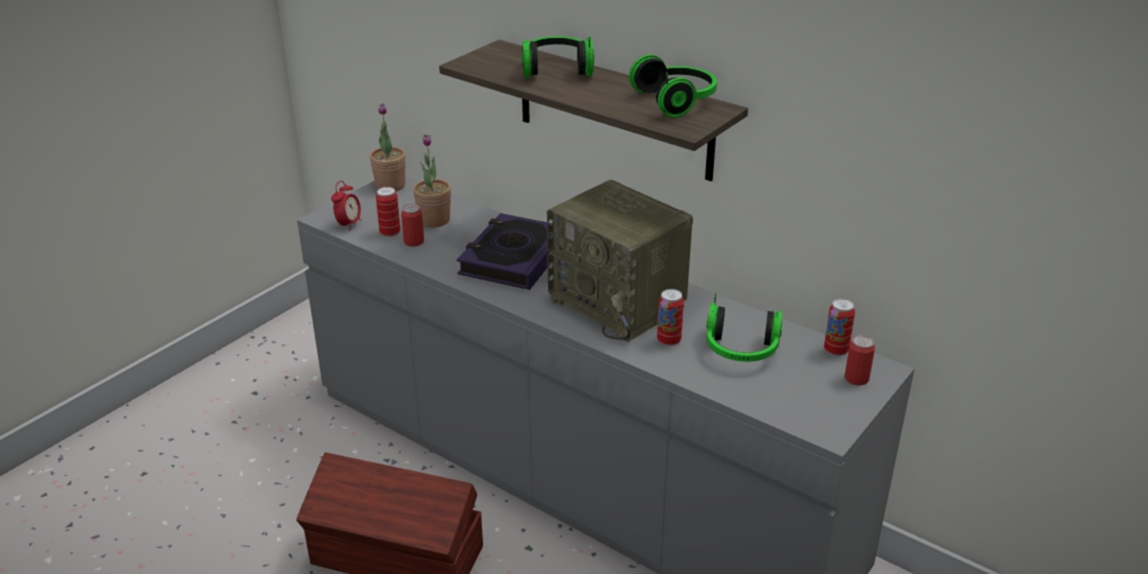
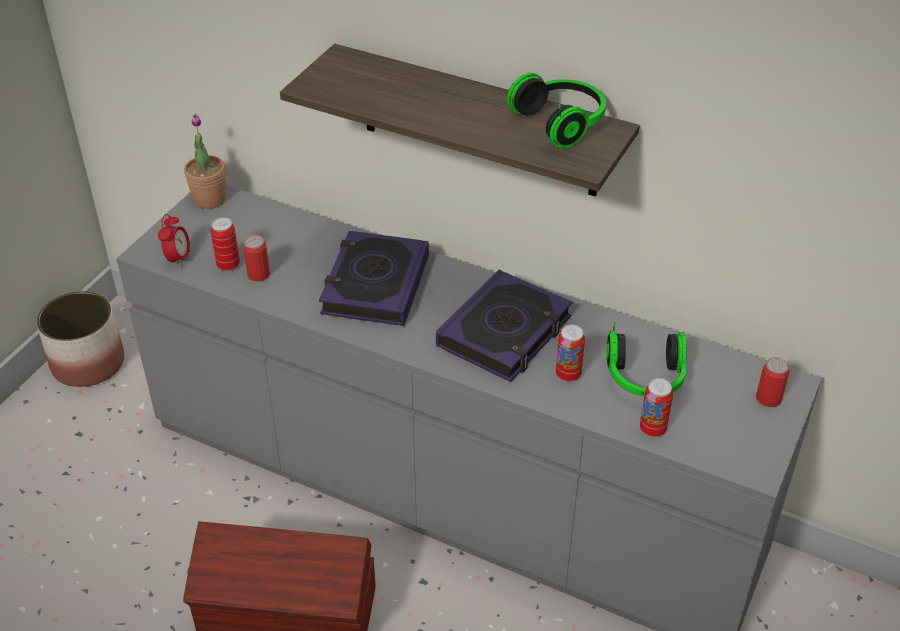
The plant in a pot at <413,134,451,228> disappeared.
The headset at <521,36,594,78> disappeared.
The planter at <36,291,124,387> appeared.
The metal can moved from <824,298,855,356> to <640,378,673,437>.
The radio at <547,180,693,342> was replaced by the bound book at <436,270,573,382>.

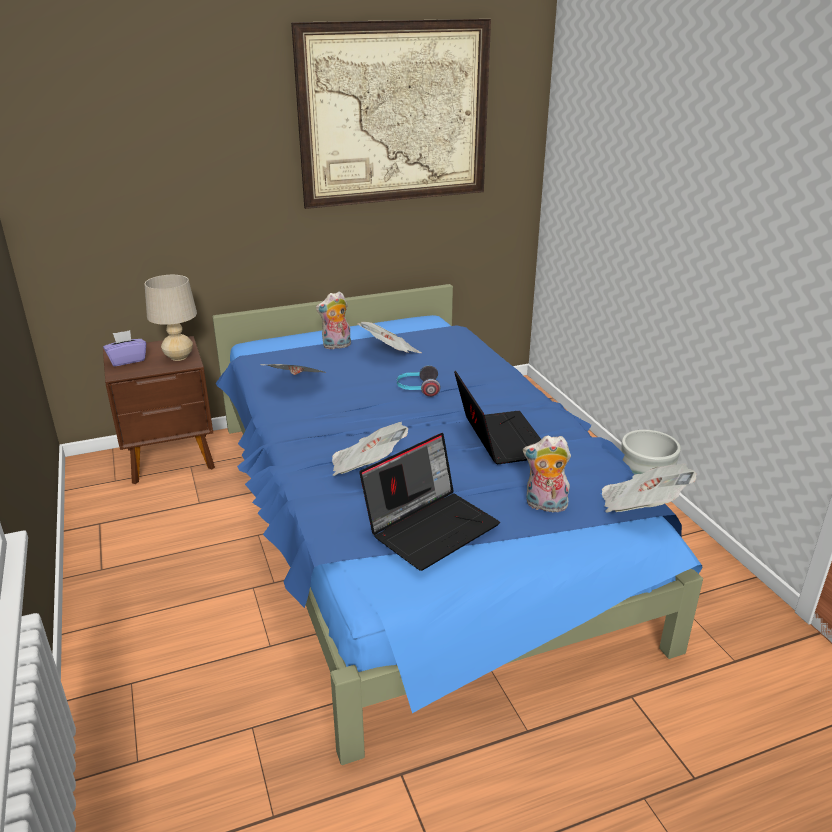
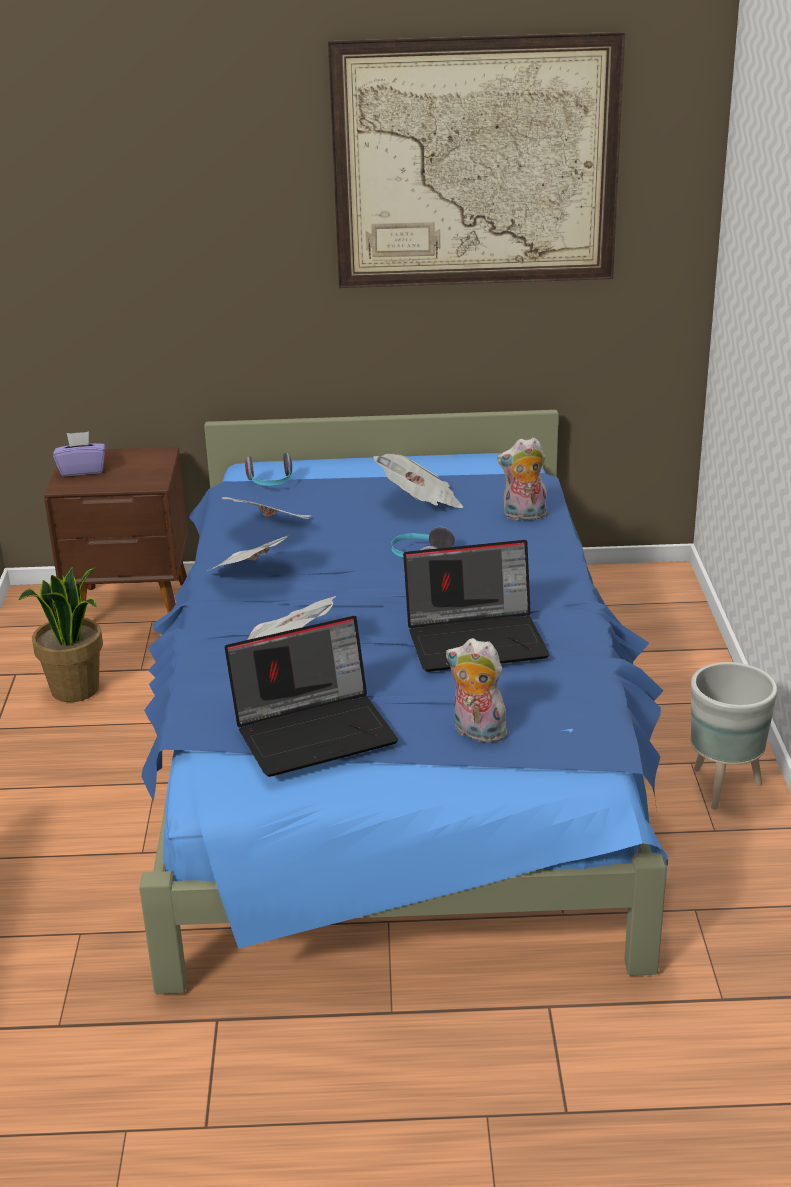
The beige-coloured table lamp at <145,275,197,361> disappeared.
The plant in a pot at <18,567,103,702> appeared.
The headset at <245,453,292,486> appeared.
The soft toy moved from <316,291,351,349> to <497,438,547,520>.
The printed paper moved from <602,464,697,512> to <207,533,294,571>.
The portable computer at <454,370,541,464> turned 75 degrees clockwise.

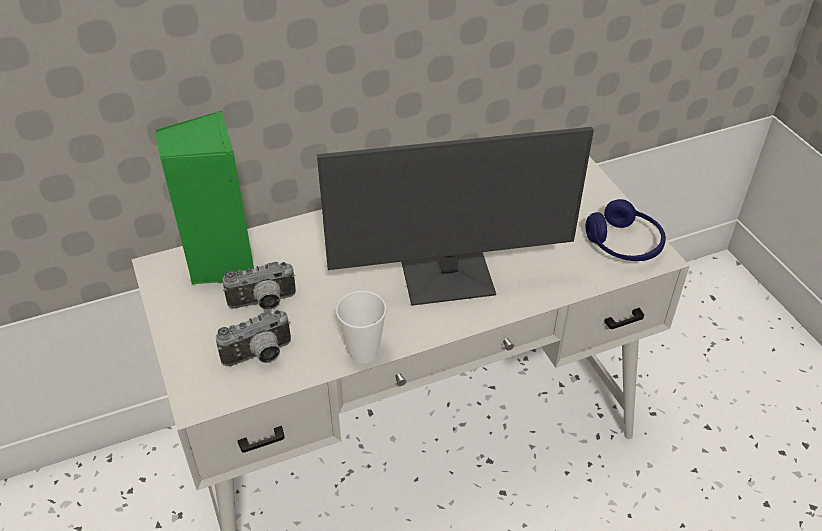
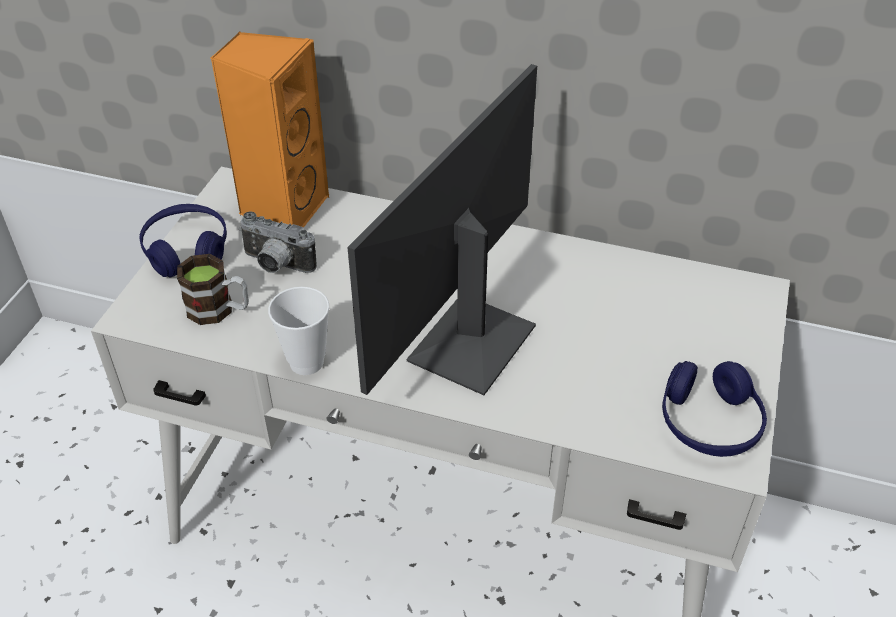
The blue-coloured headset at <139,204,227,277> appeared.
The still camera at <216,310,291,366> was replaced by the coffee mug at <177,254,249,325>.
The green audio speaker at <155,111,254,284> became the orangey audio speaker at <211,32,330,228>.
The computer screen at <317,127,594,306> turned 90 degrees clockwise.

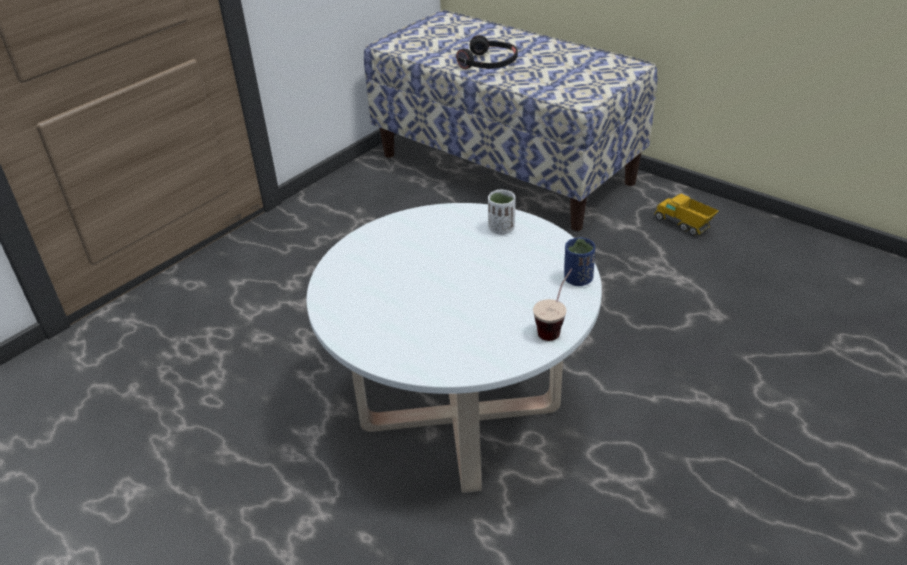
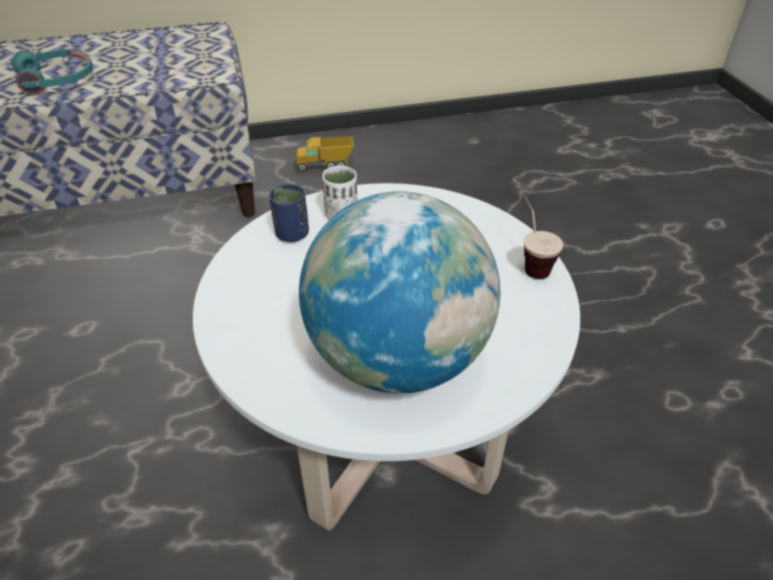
The globe at <299,191,500,393> appeared.
The blue-coloured cup moved from <564,237,595,286> to <269,184,309,242>.
The black headset at <456,35,518,69> became the blue-green headset at <11,49,93,96>.

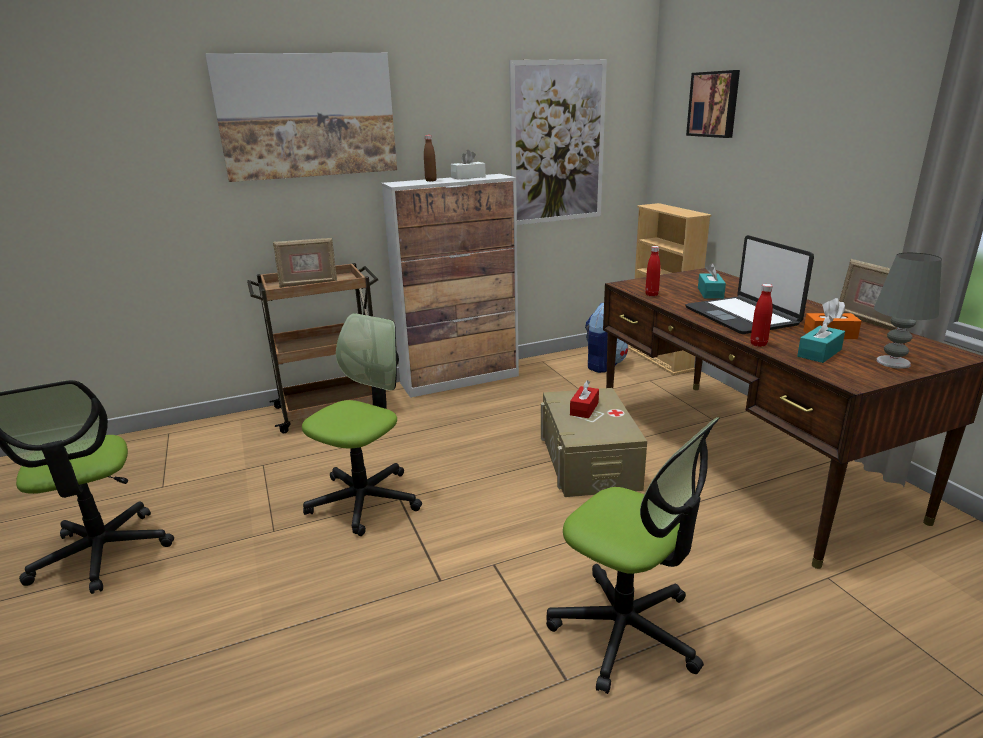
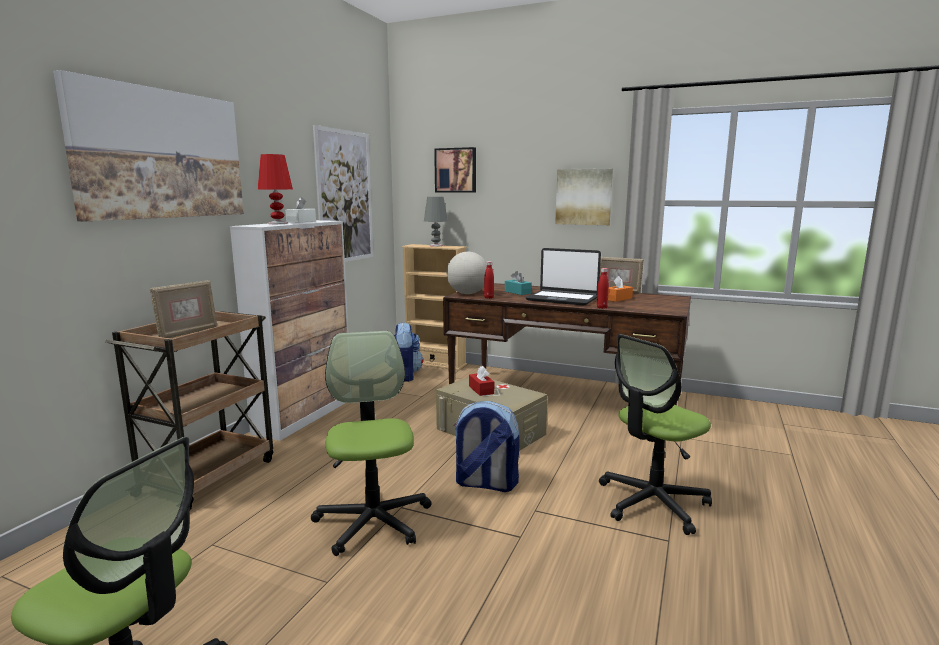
The blue-green tissue box at <797,315,845,363> disappeared.
The globe at <447,252,487,294> appeared.
The rucksack at <454,401,520,492> appeared.
The wall picture at <555,169,613,225> appeared.
The grey table lamp moved from <874,253,942,369> to <424,197,448,247>.
The brownish drink bottle at <424,135,437,182> was replaced by the reddish table lamp at <258,154,293,224>.
The computer chair at <546,417,719,694> turned 150 degrees clockwise.

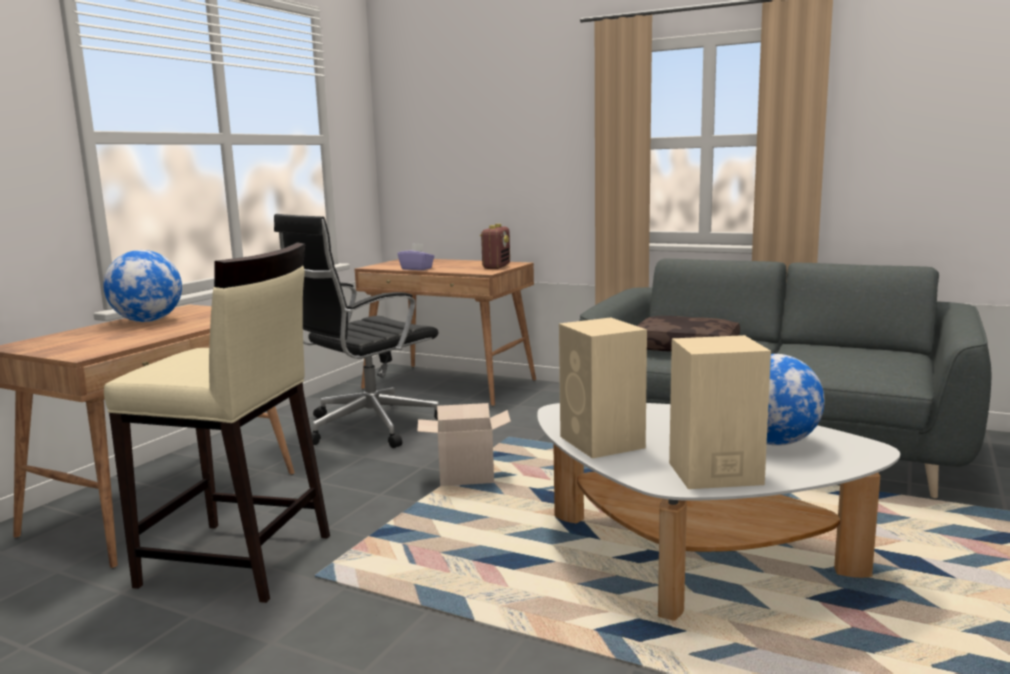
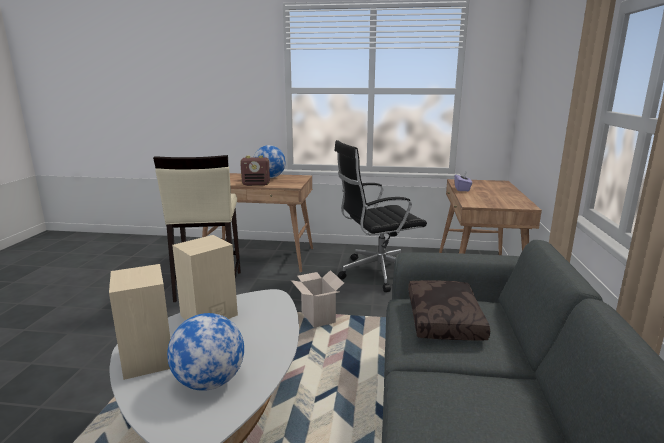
The radio moved from <480,224,510,269> to <240,156,270,186>.
The black computer chair at <274,214,439,448> turned 45 degrees counterclockwise.

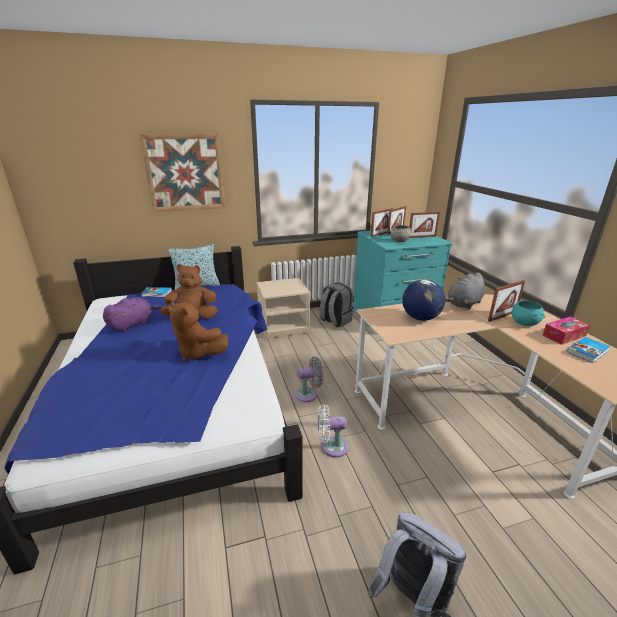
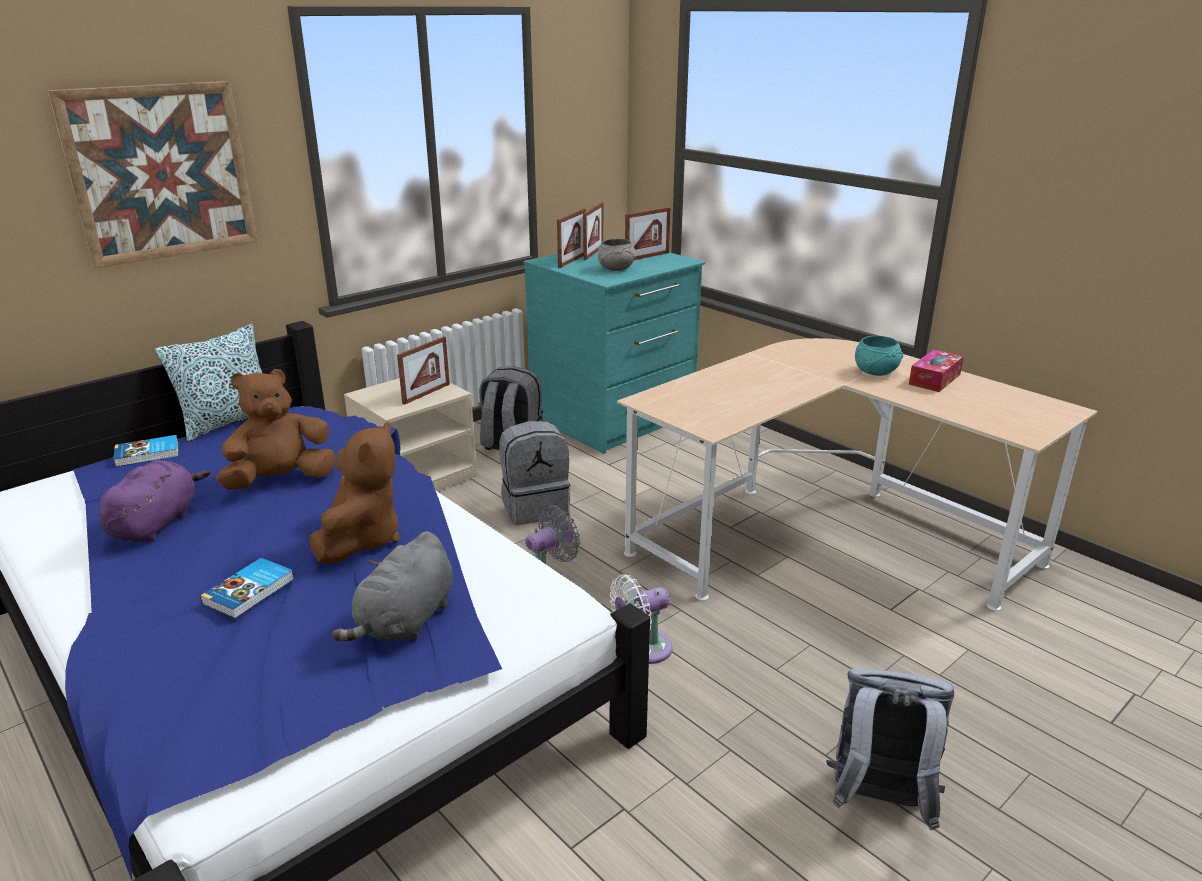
The globe at <402,279,445,321> disappeared.
The grey rucksack at <499,421,571,525> appeared.
The grey soft toy moved from <445,272,485,310> to <332,531,453,641>.
The photo frame moved from <488,280,525,322> to <397,336,450,405>.
The bound book moved from <567,337,610,363> to <200,558,294,619>.
The brownish soft toy at <170,301,228,362> turned 90 degrees counterclockwise.

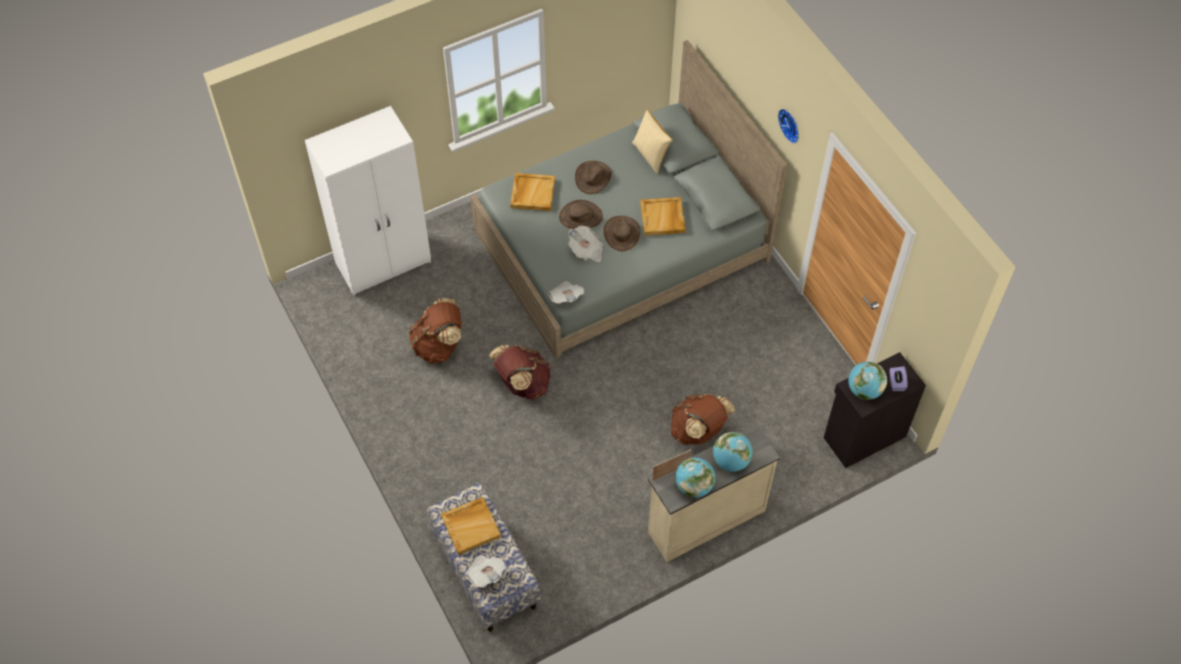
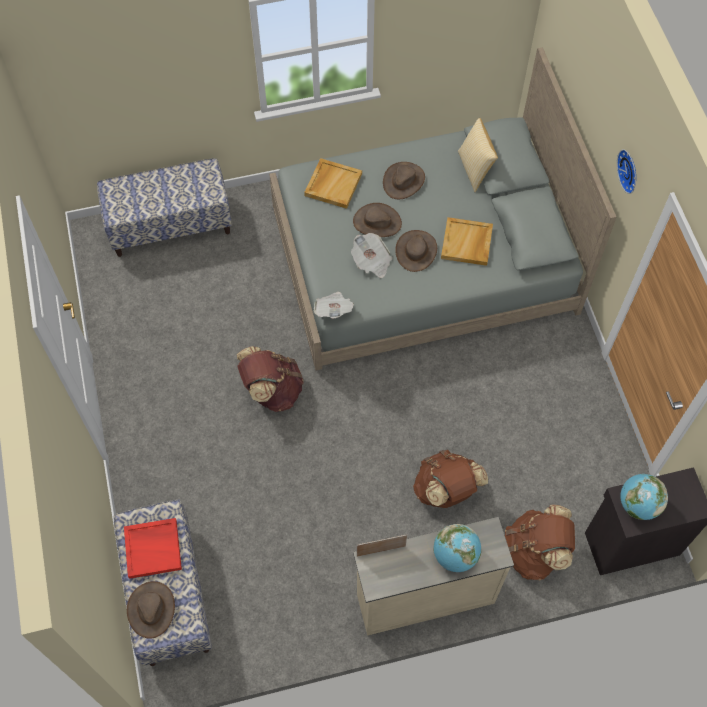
The globe at <675,458,715,498> disappeared.
The purple tissue box at <890,366,908,391> disappeared.
The brownish rucksack moved from <409,298,462,364> to <505,505,575,581>.
The whitish wardrobe at <305,106,431,295> was replaced by the long seat at <97,158,232,257>.
The printed paper at <465,555,506,587> was replaced by the brownish clothing hat at <127,581,175,638>.
The beige-coloured tray at <441,497,501,555> became the reddish tray at <124,518,182,579>.

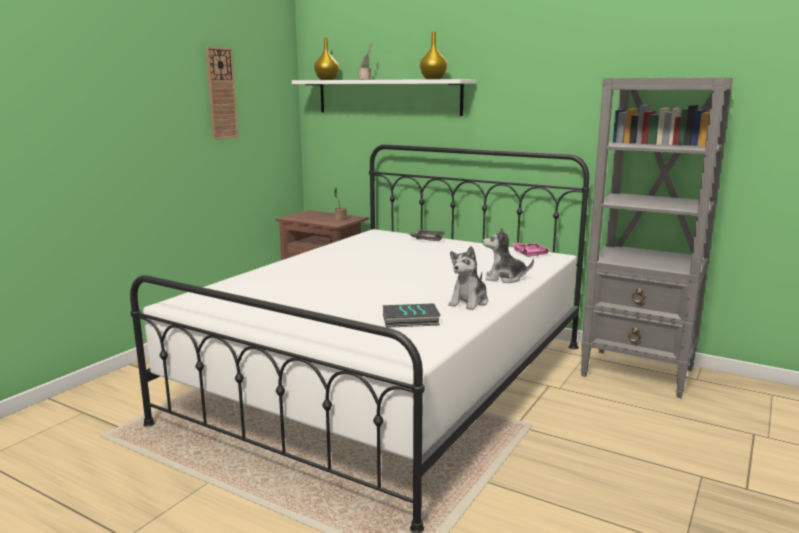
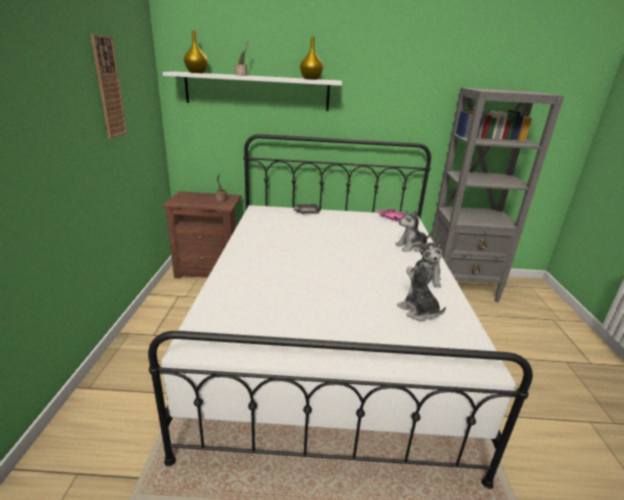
The bound book at <383,303,441,328> was replaced by the soft toy at <397,262,446,321>.

